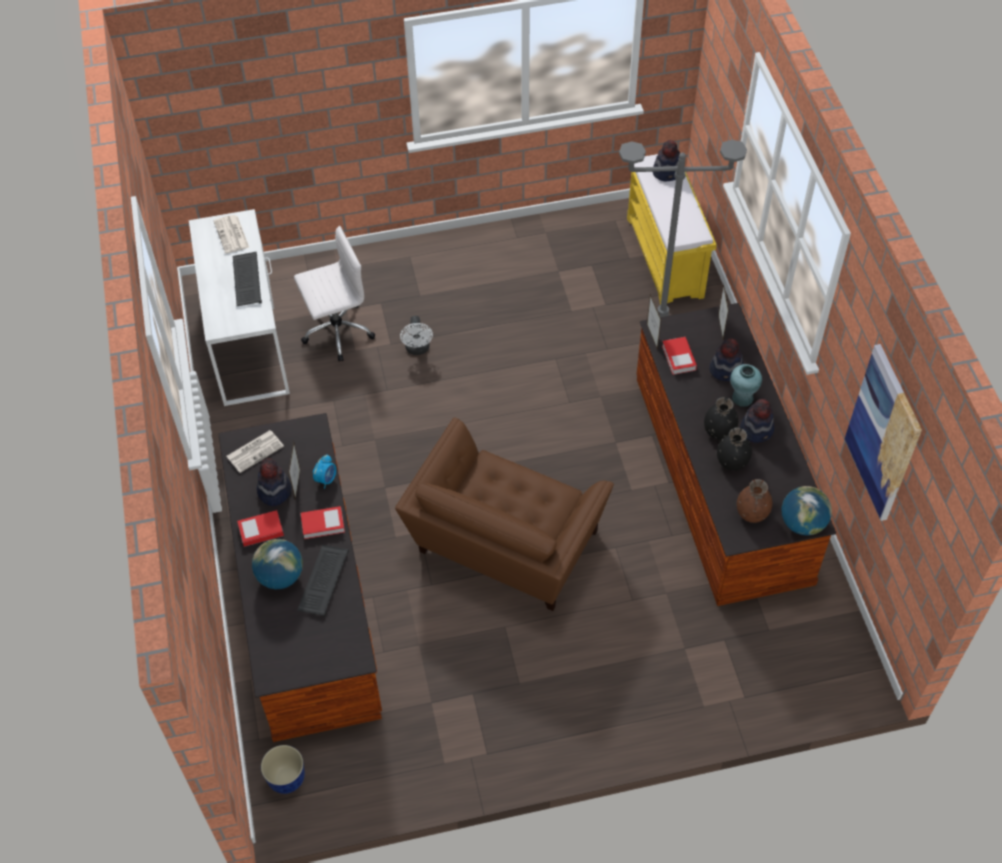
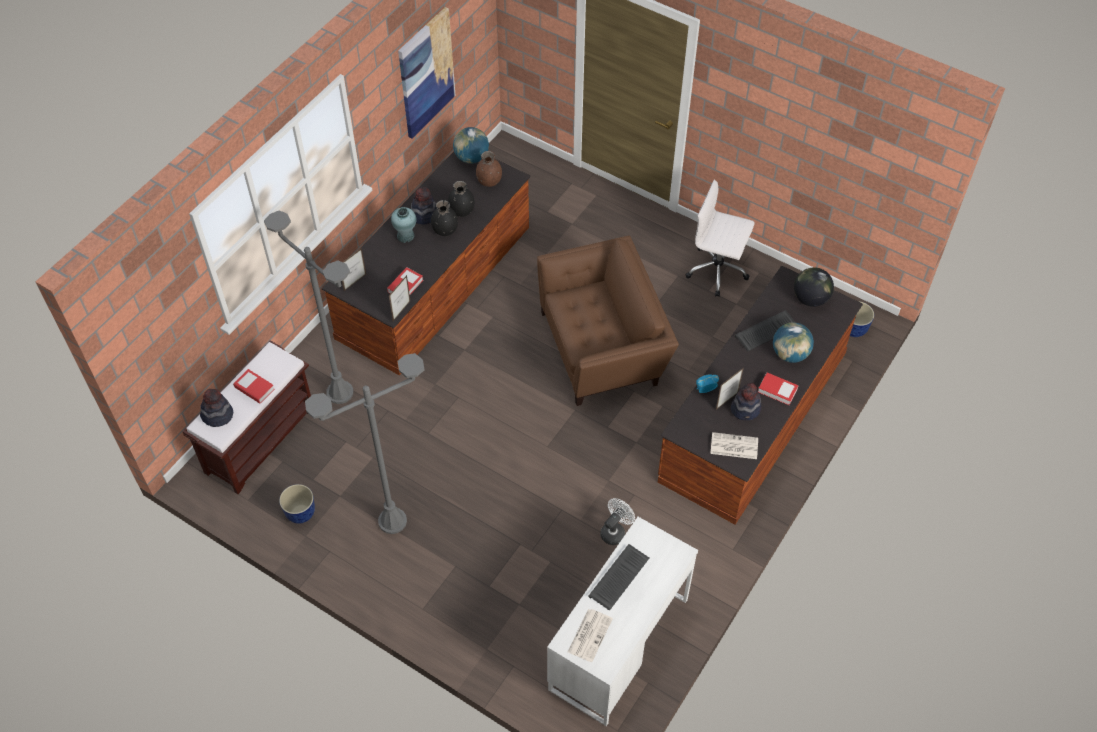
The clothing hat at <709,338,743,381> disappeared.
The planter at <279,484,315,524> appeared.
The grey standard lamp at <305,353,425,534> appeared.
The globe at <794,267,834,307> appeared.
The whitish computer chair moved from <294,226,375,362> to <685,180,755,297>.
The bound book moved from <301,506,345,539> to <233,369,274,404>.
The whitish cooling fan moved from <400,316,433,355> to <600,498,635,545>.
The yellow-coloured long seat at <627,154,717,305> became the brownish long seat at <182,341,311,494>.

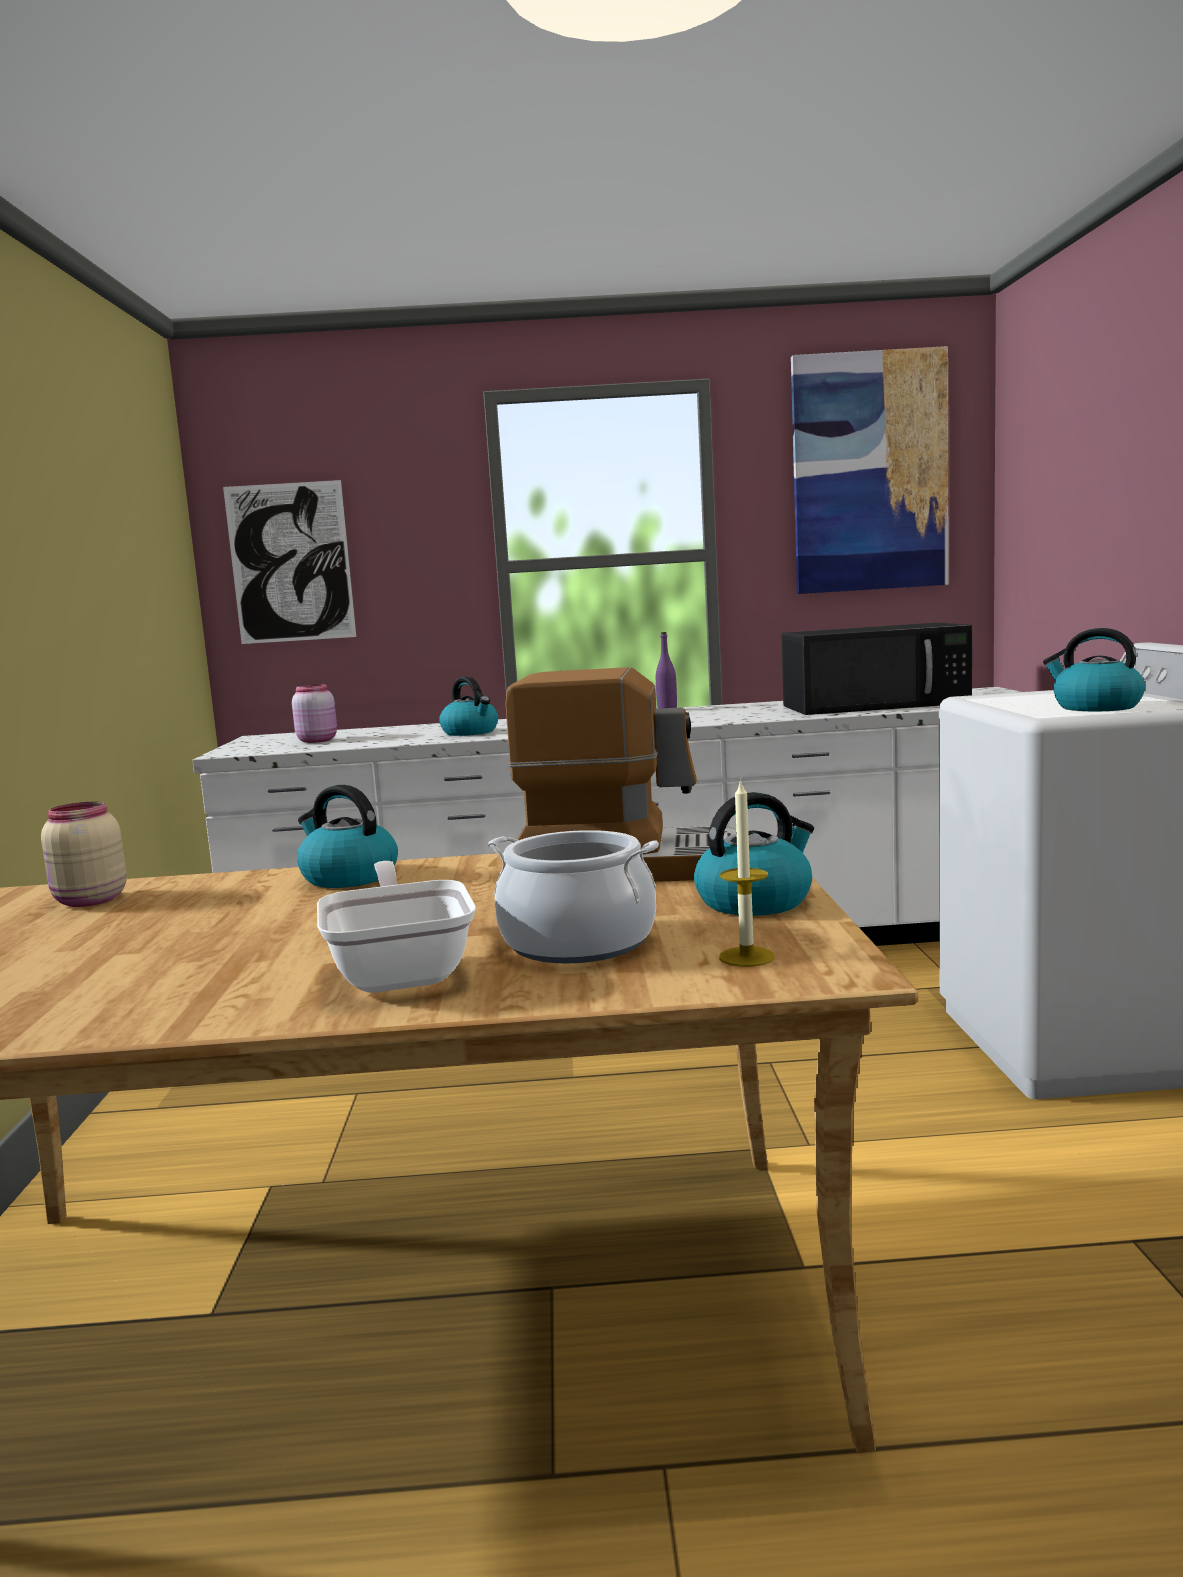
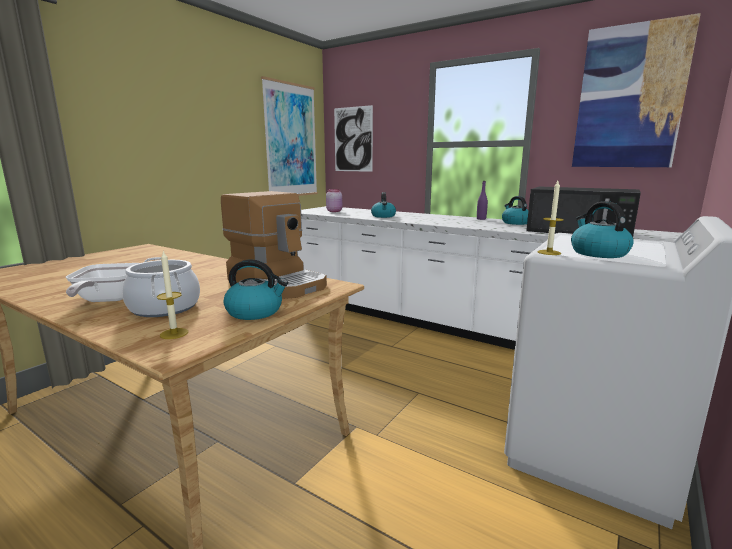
The beige-coloured jar at <41,801,127,907> disappeared.
The wall picture at <261,76,318,196> appeared.
The wax light at <538,181,564,255> appeared.
The tea kettle moved from <297,785,398,888> to <502,196,528,225>.
The skillet at <317,861,476,993> turned 150 degrees clockwise.

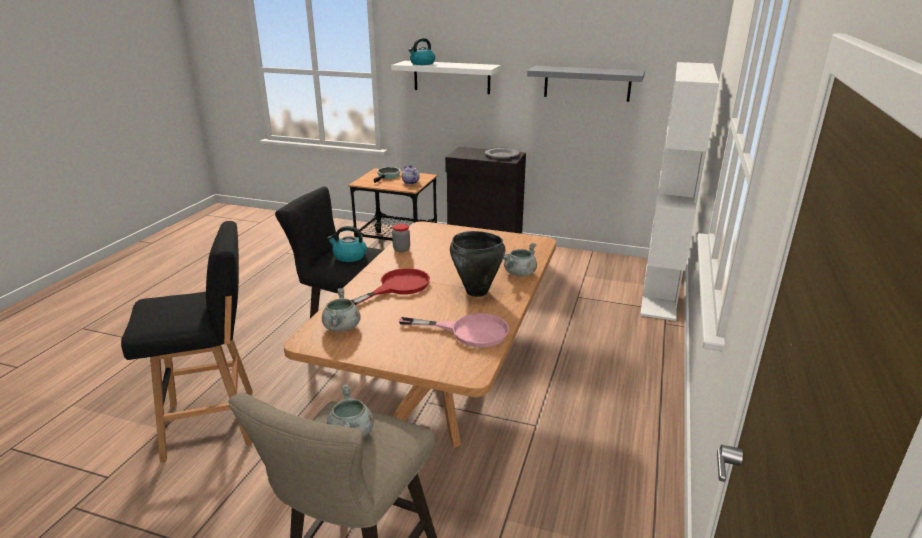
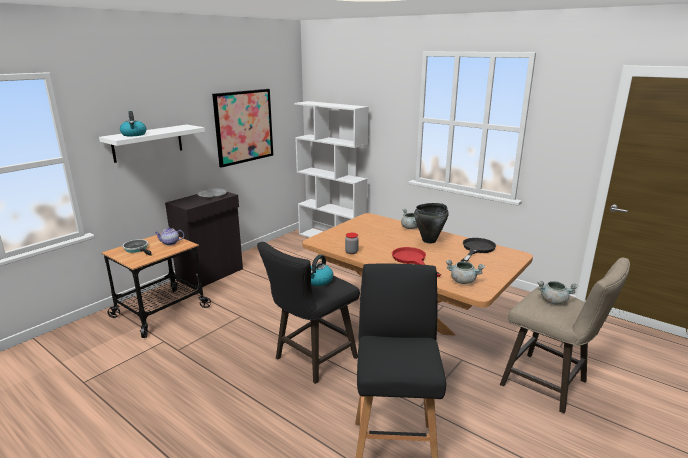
The grey wall shelf at <527,66,645,102> was replaced by the wall picture at <212,89,273,168>.
The pink skillet at <399,313,509,348> became the black skillet at <460,238,496,262>.

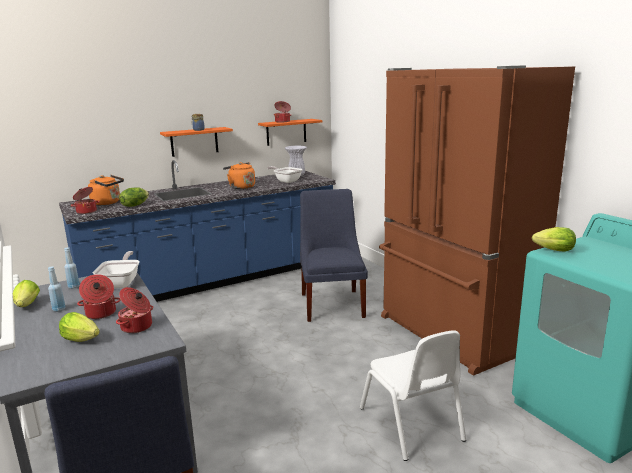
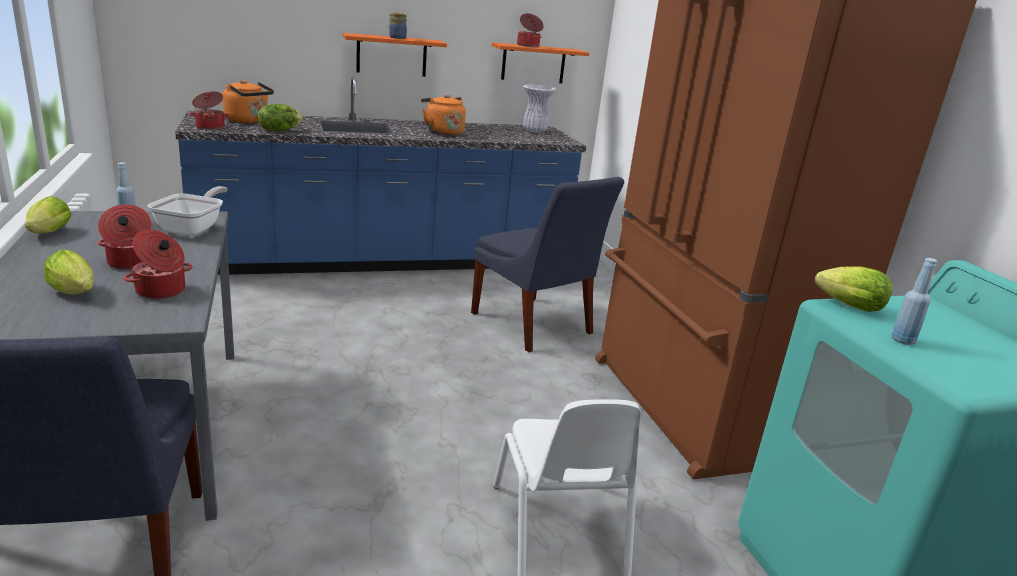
The skillet at <267,166,303,183> disappeared.
The blue-coloured drink bottle moved from <48,266,66,312> to <891,258,937,345>.
The blue-coloured upright chair at <300,189,368,322> turned 135 degrees clockwise.

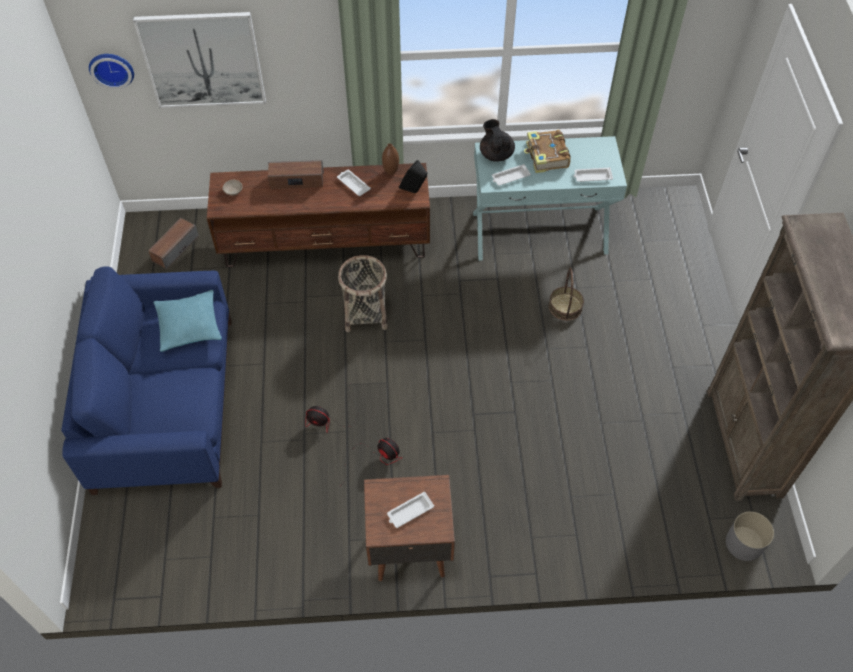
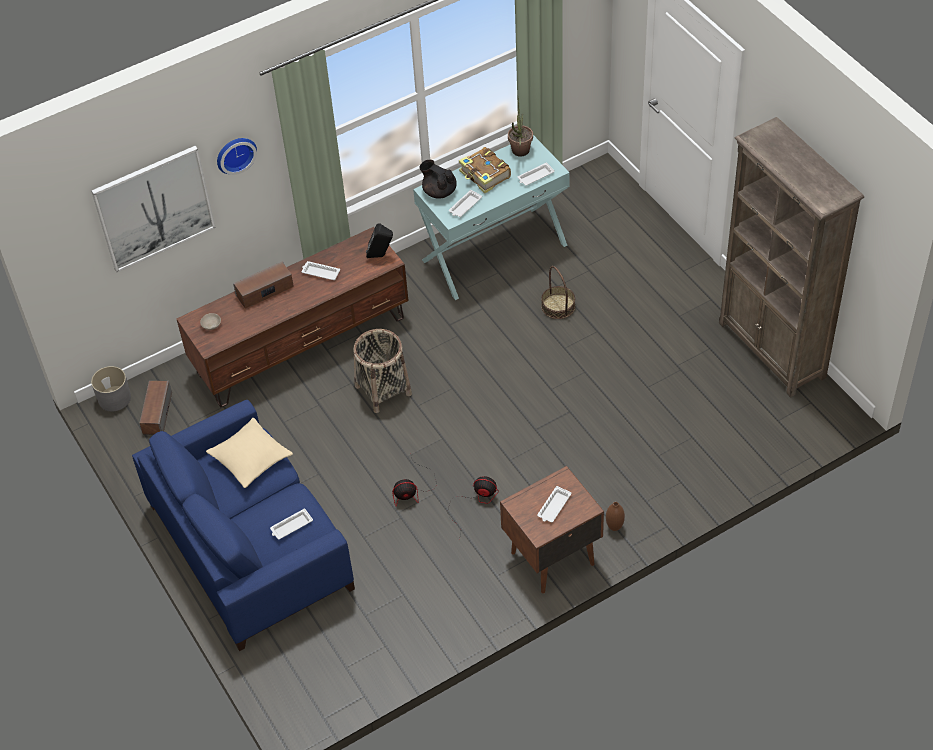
The whitish tray at <270,508,313,539> appeared.
The plant in a pot at <508,95,533,157> appeared.
The hanging clock moved from <89,54,134,89> to <217,138,257,175>.
The brownish flower vase moved from <382,144,399,175> to <606,502,625,531>.
The grey planter moved from <726,511,774,561> to <91,366,131,411>.
The blue-green cushion at <153,290,222,352> became the beige-coloured cushion at <206,418,293,488>.

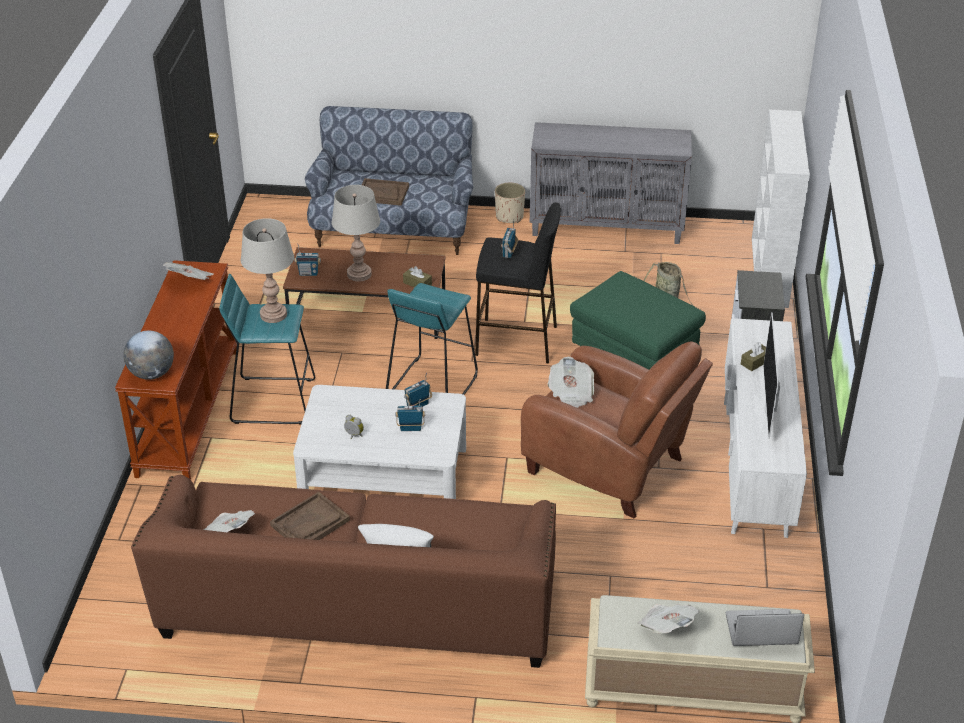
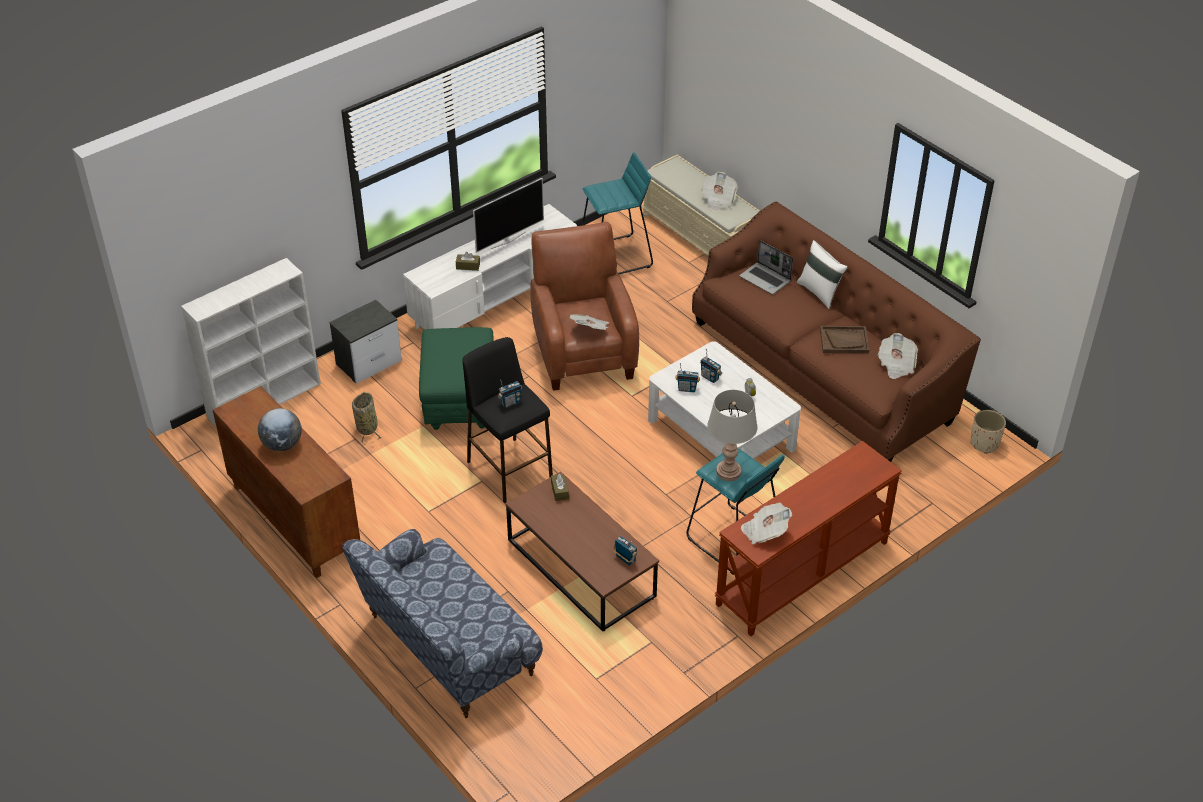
The grey table lamp at <331,185,380,282> disappeared.
The brownish tray at <362,178,409,206> disappeared.
The globe moved from <124,331,174,380> to <258,408,302,451>.
The blue-green sitting stool moved from <386,283,478,395> to <582,152,653,274>.
The beige-coloured planter moved from <495,183,525,223> to <970,410,1006,454>.
The portable computer moved from <726,609,804,646> to <739,240,793,294>.
The grey storage cabinet at <530,122,692,244> became the brownish storage cabinet at <213,386,360,578>.

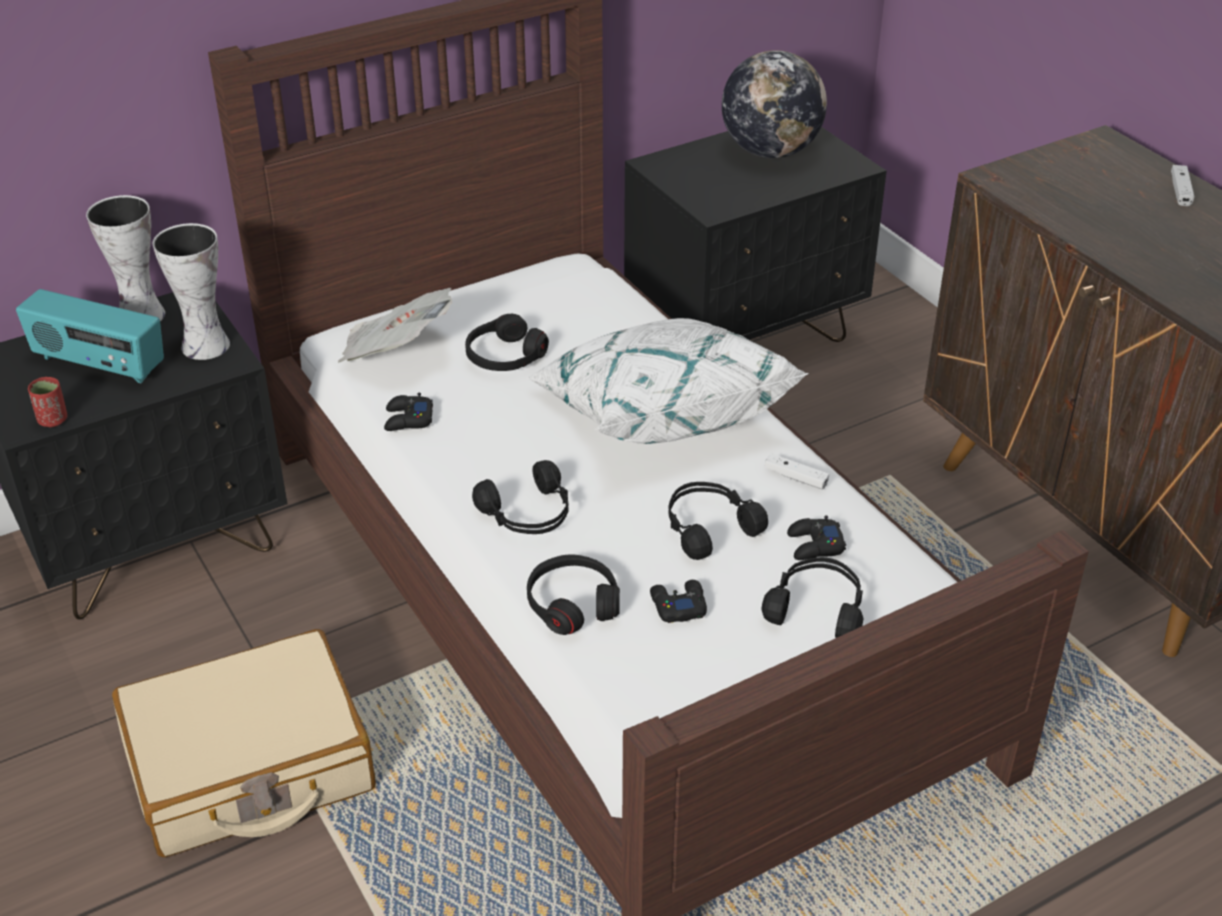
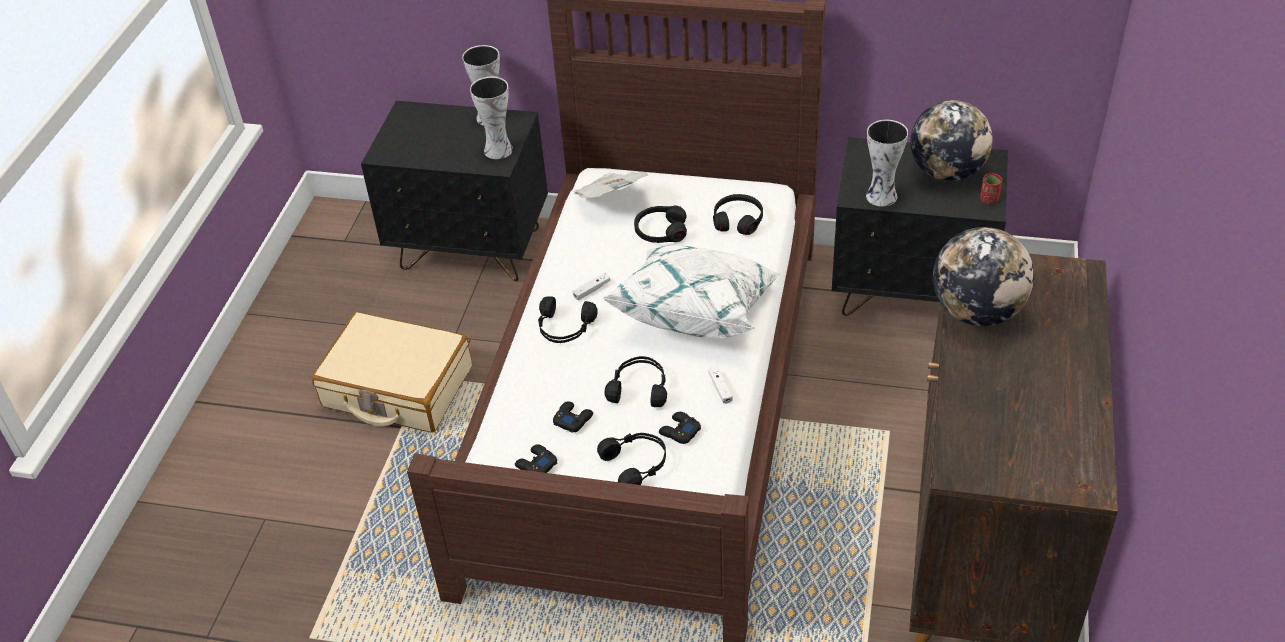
The radio at <16,289,164,383> disappeared.
The flower vase at <866,120,908,207> appeared.
The globe at <933,227,1034,326> appeared.
The reddish cup moved from <28,377,67,427> to <980,173,1002,204>.
The black game controller moved from <384,393,433,431> to <515,444,557,473>.
The black headset moved from <527,555,620,635> to <713,194,763,235>.
The whitish game controller moved from <1171,165,1194,206> to <573,273,610,300>.

